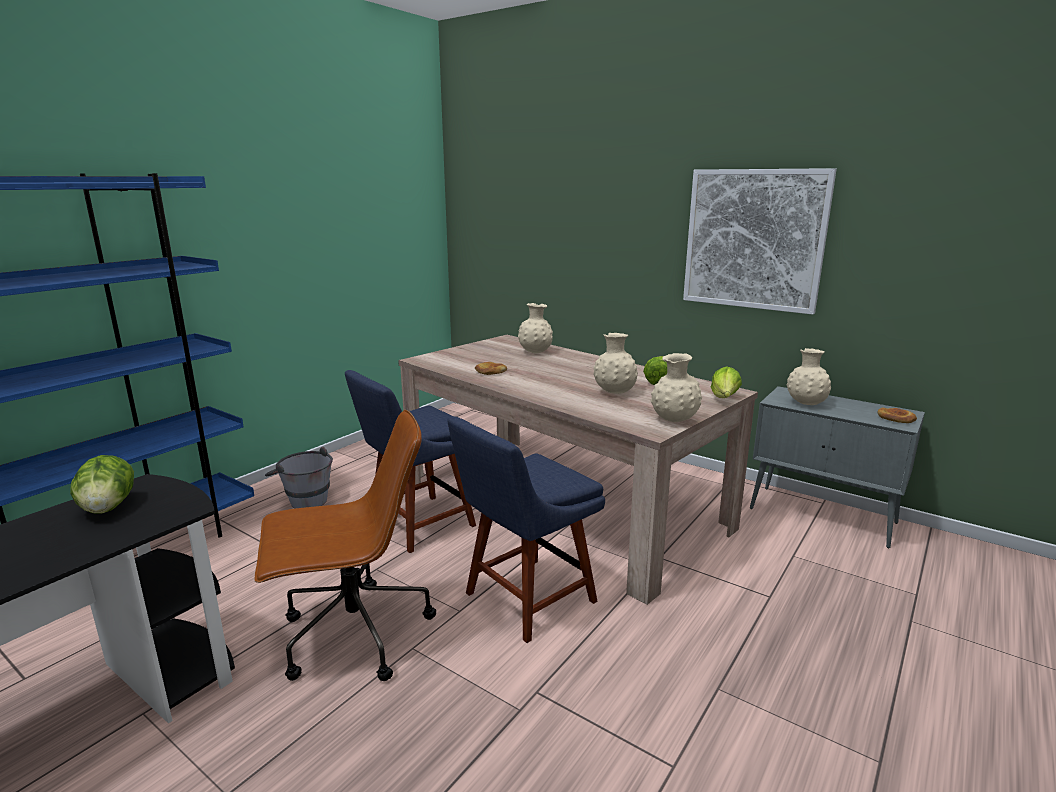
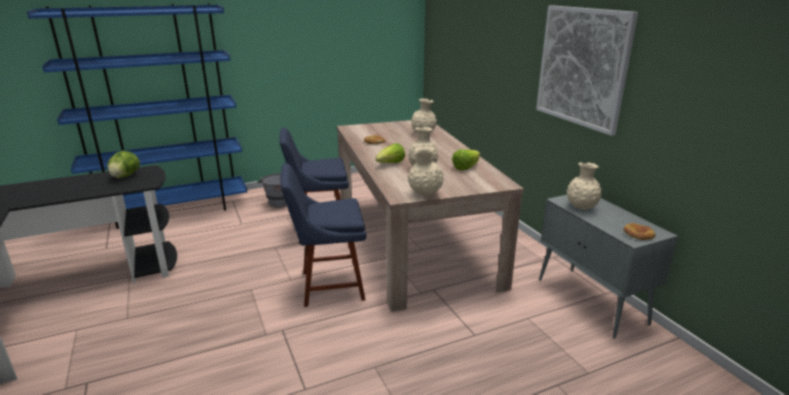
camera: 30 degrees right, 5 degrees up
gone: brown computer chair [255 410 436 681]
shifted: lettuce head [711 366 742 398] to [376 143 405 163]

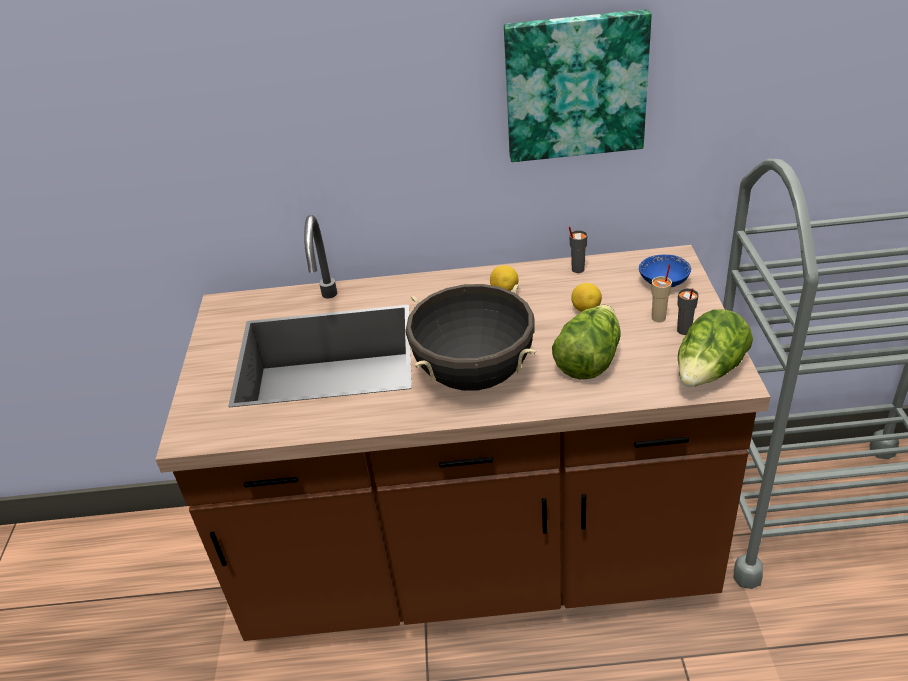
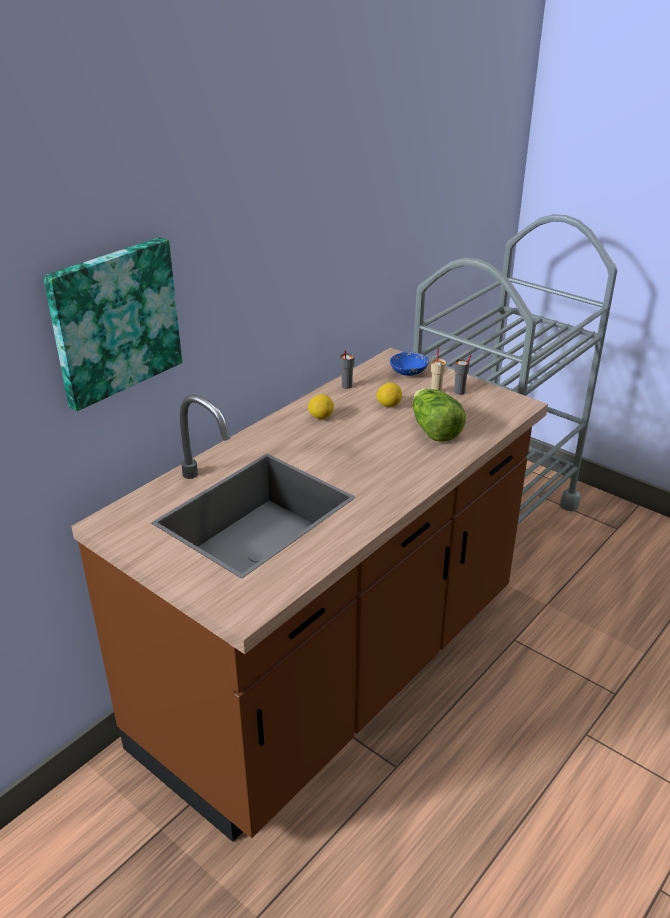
camera: 50 degrees left, 5 degrees down
gone: blackish saucepot [406 284 536 391]; lettuce head [678 310 753 387]
shifted: wall picture [504 9 652 162] to [43 237 182 411]

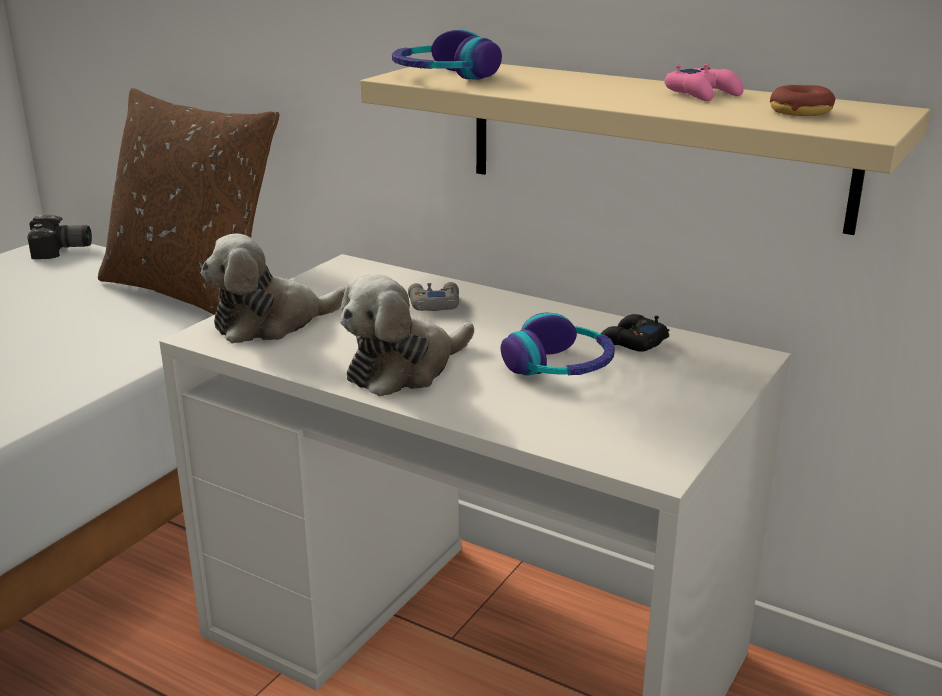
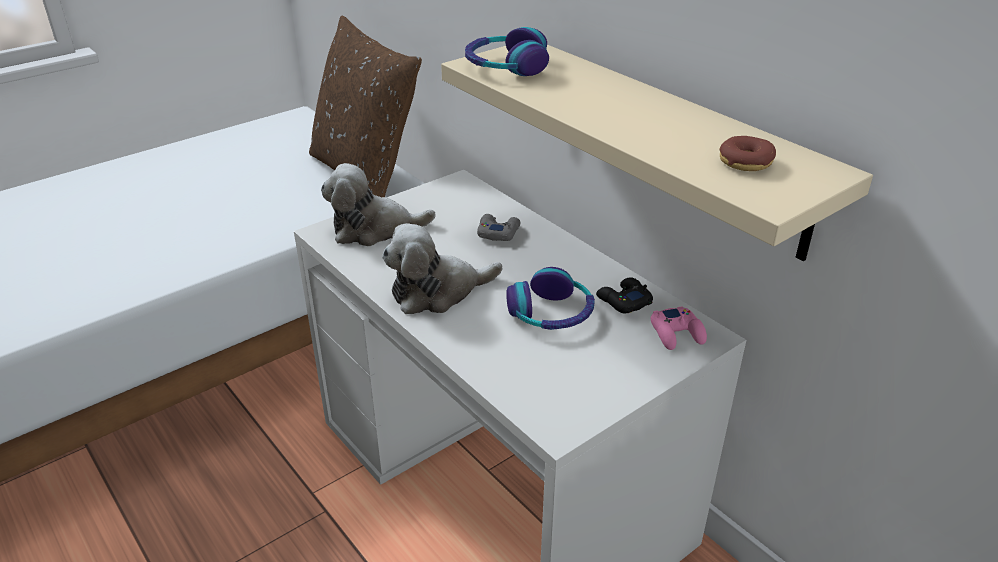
camera: 20 degrees right, 10 degrees up
gone: still camera [28 215 92 259]
shifted: pink game controller [665 64 744 101] to [651 307 707 350]

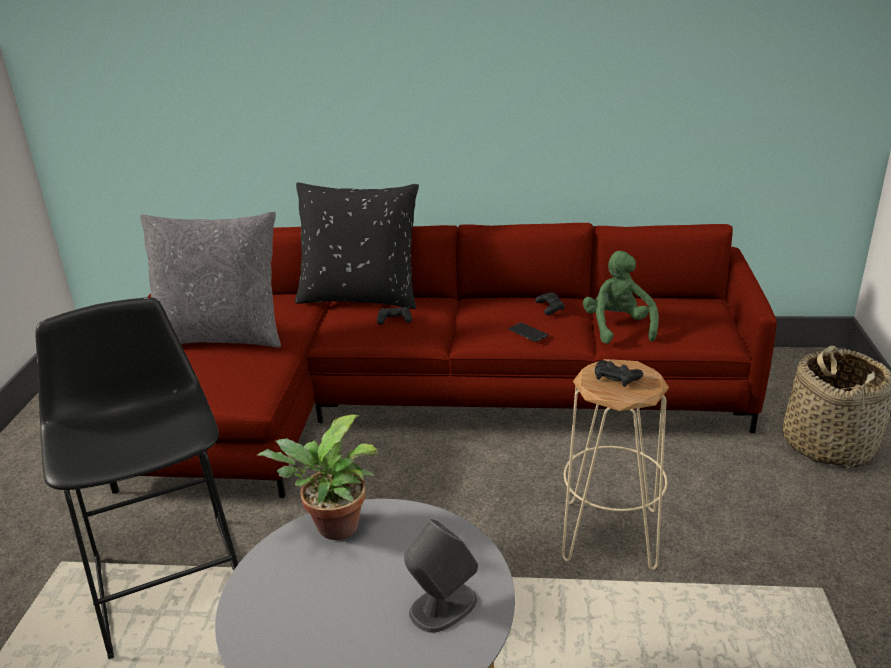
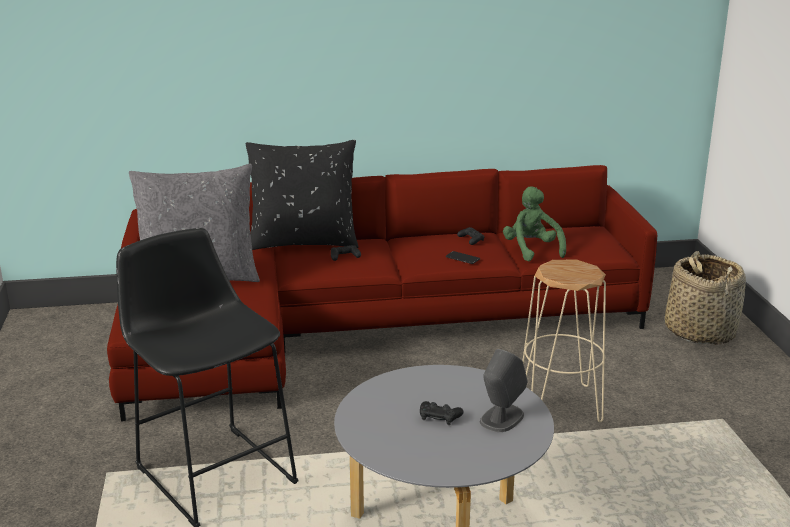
camera: 15 degrees left, 5 degrees down
gone: plant in a pot [257 414 379 540]
shifted: blackish game controller [595 360 643 387] to [420 401 464 425]

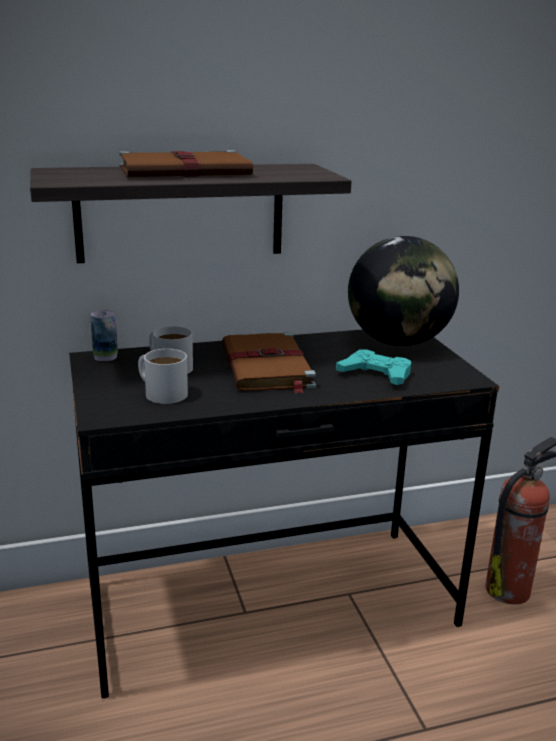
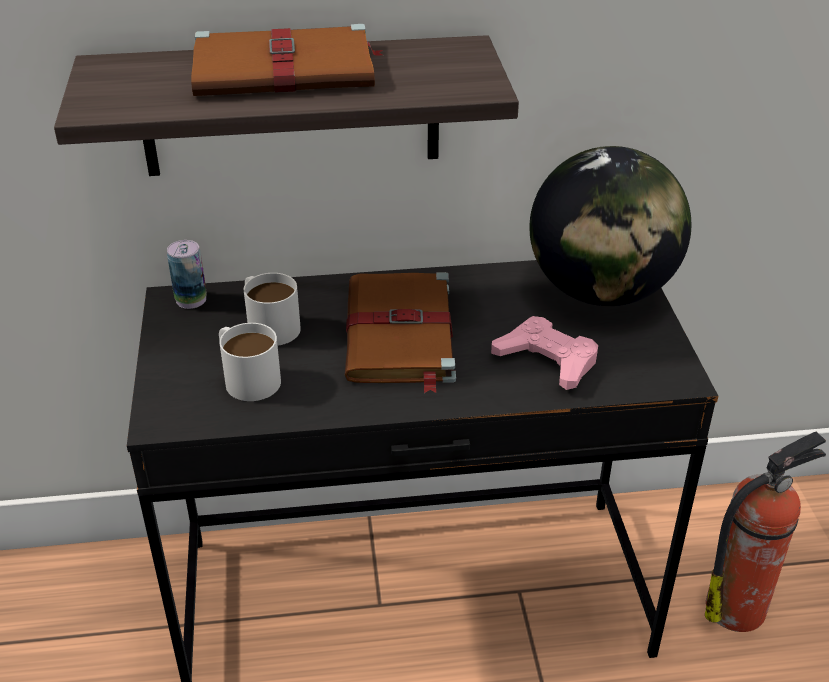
camera: 10 degrees right, 15 degrees up
repainted: turquoise-coloured game controller [336 349 411 385] to pink game controller [491 316 598 390]

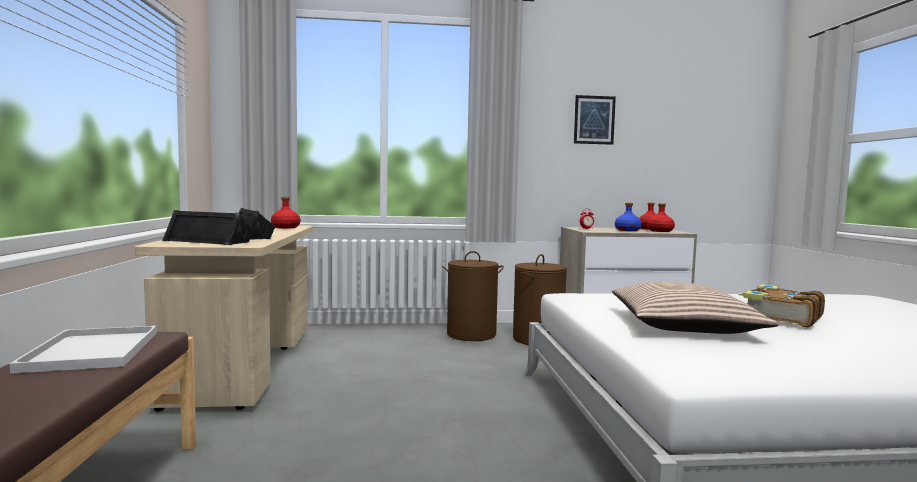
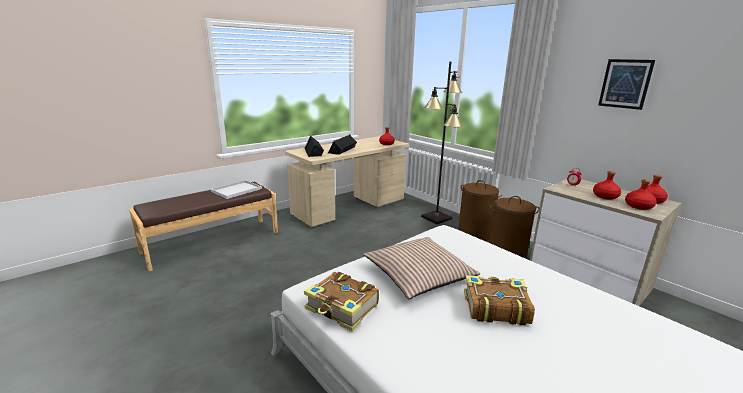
camera: 55 degrees right, 15 degrees up
new: bound book [304 272 379 331]; blackish standard lamp [421 61 463 225]
repainted: blue bottle [615 203 642 231] to reddish bottle [593 171 621 200]

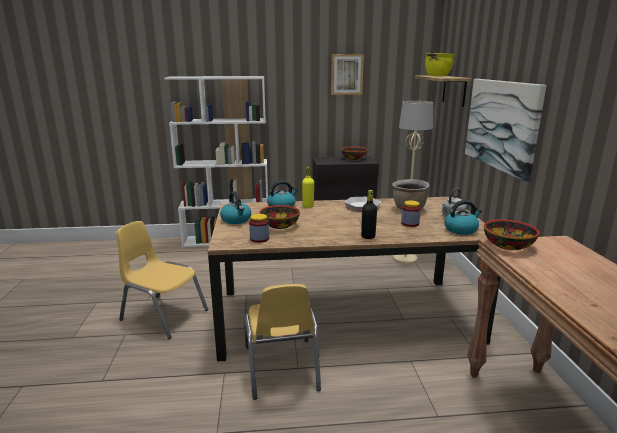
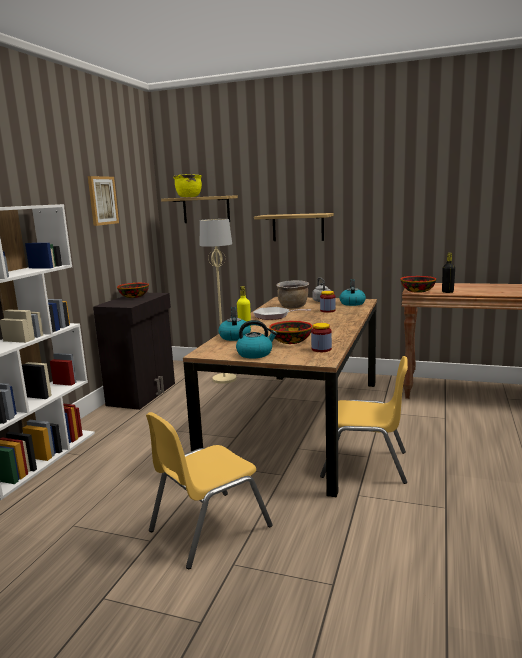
camera: 65 degrees left, 5 degrees down
shifted: blackish bottle [361 190 377 239] to [442 253 455 293]
swapped: wall picture [465 79 547 182] to bracket shelf [254 213 334 241]

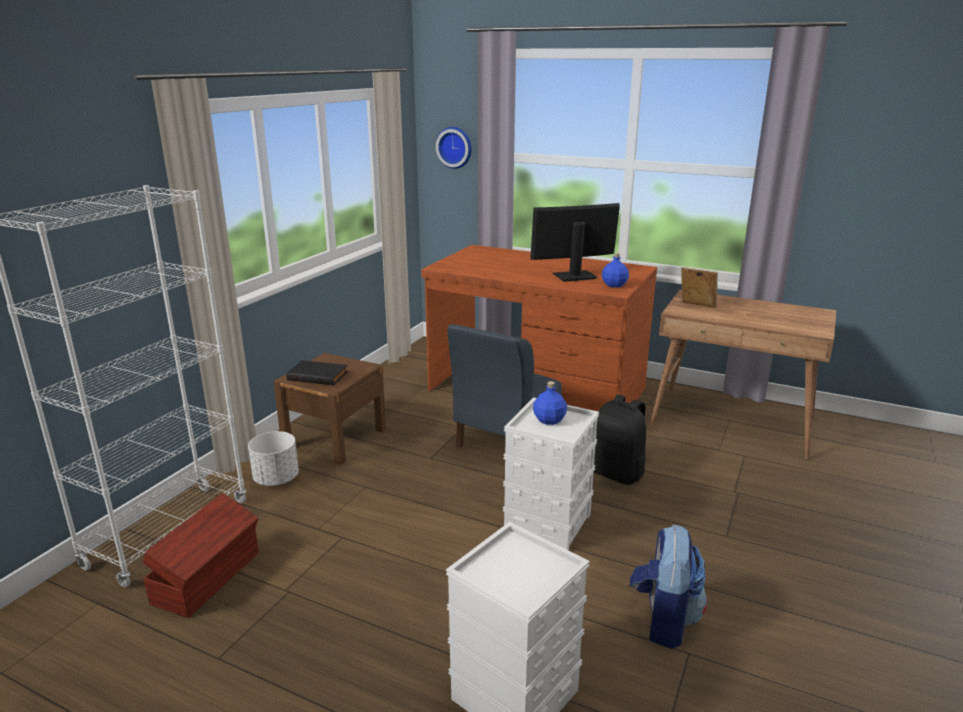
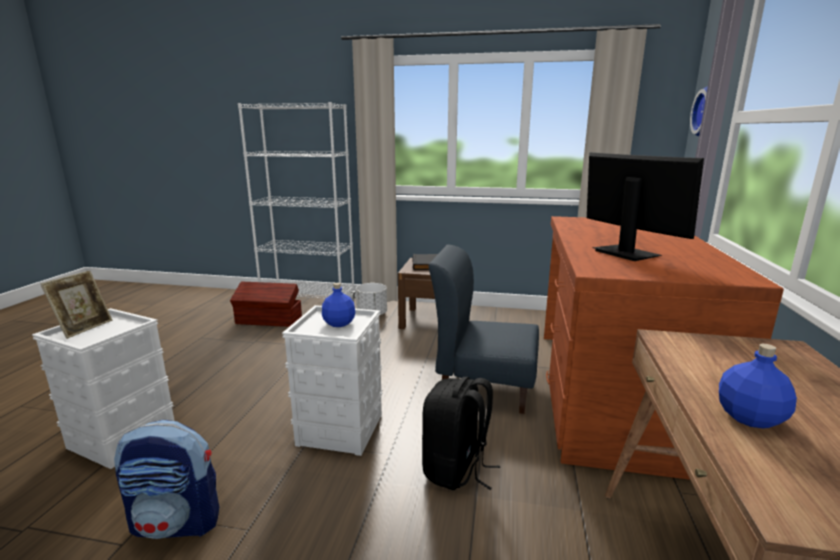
camera: 75 degrees right, 5 degrees down
shifted: picture frame [681 267 718 308] to [40 271 112 339]; blue bottle [602 253 629 288] to [719 344 797 429]

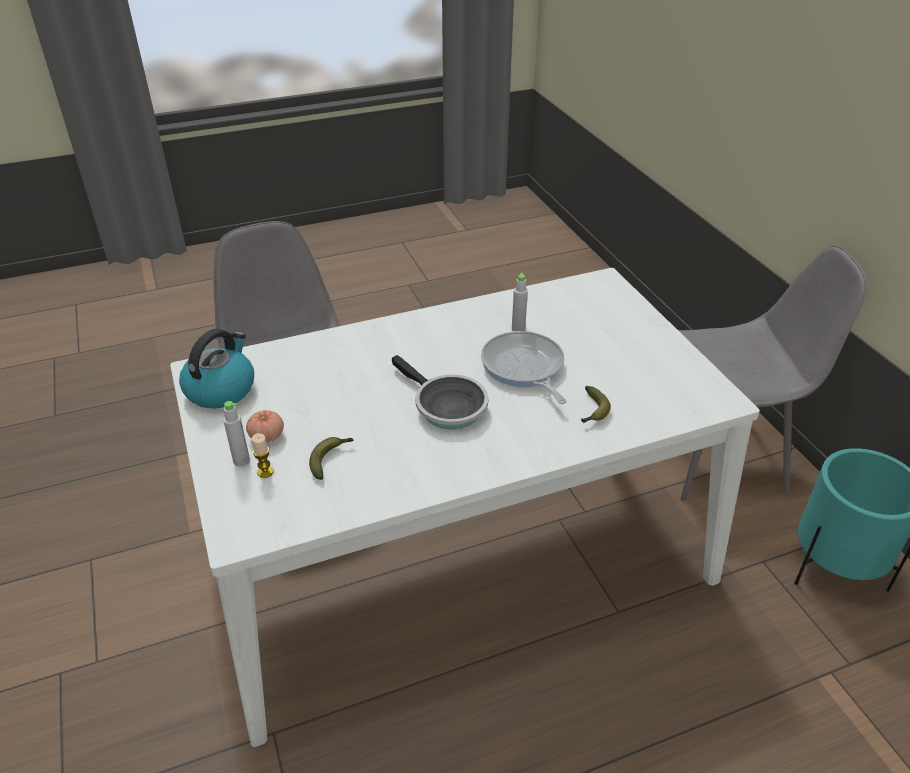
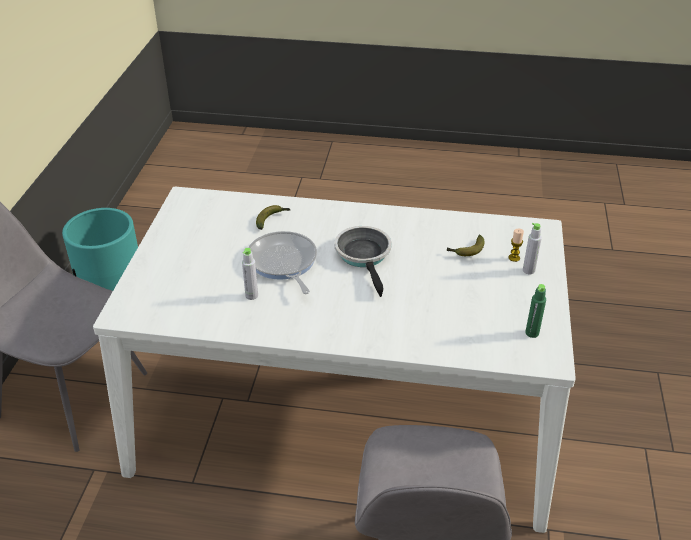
camera: 150 degrees left, 0 degrees up
gone: whole tomato [246 410 284 443]
swapped: tea kettle [179 329 254 408] to greenish bottle [525 284 546 338]
rotated: pan [481 331 566 404] = [248 231 317 294] 150 degrees clockwise

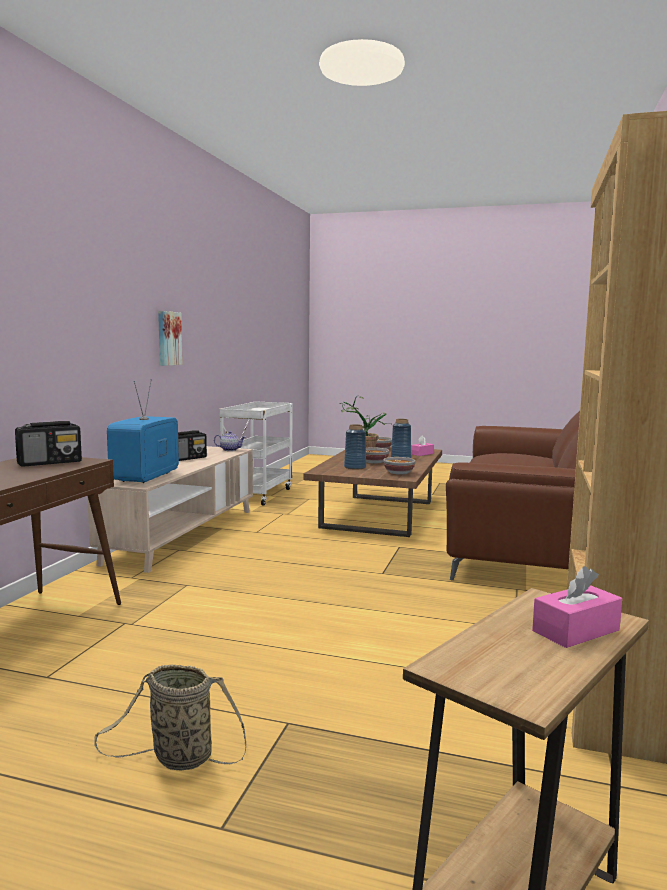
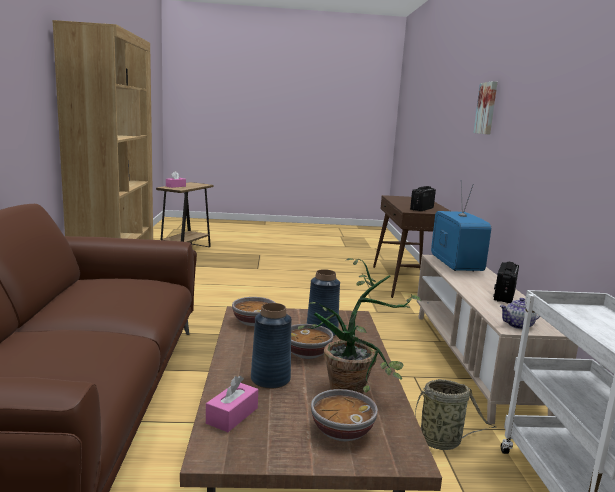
camera: 160 degrees right, 5 degrees up
shifted: household basket [94 664 246 770] to [415 379 497 450]; wall picture [158 311 183 366] to [474 81 497 134]

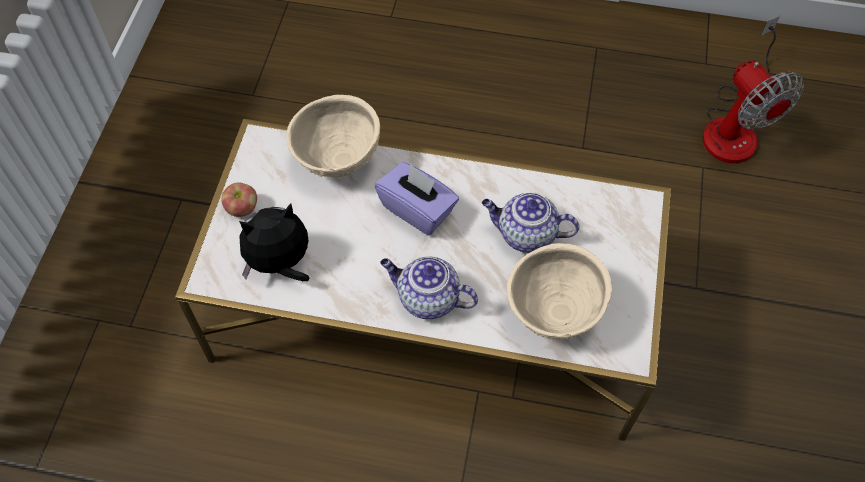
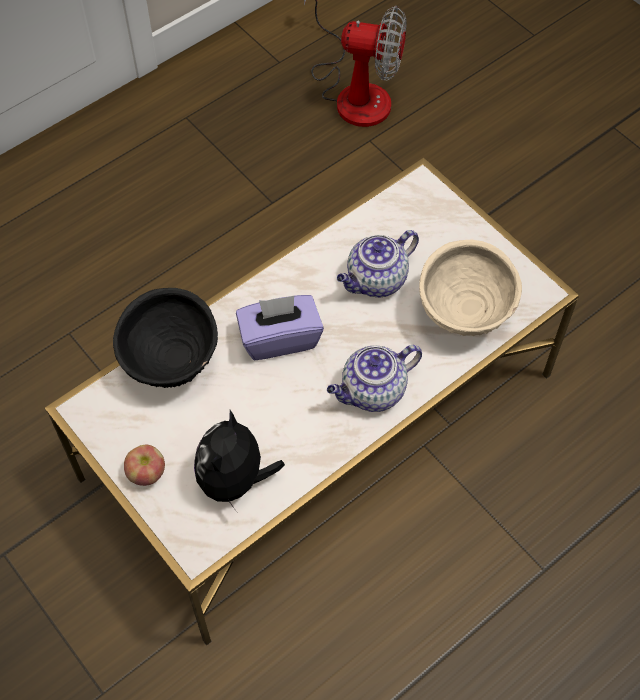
camera: 50 degrees left, 0 degrees up
repainted: beige-coloured bowl [286 95 380 178] to blackish bowl [113 288 218 388]

